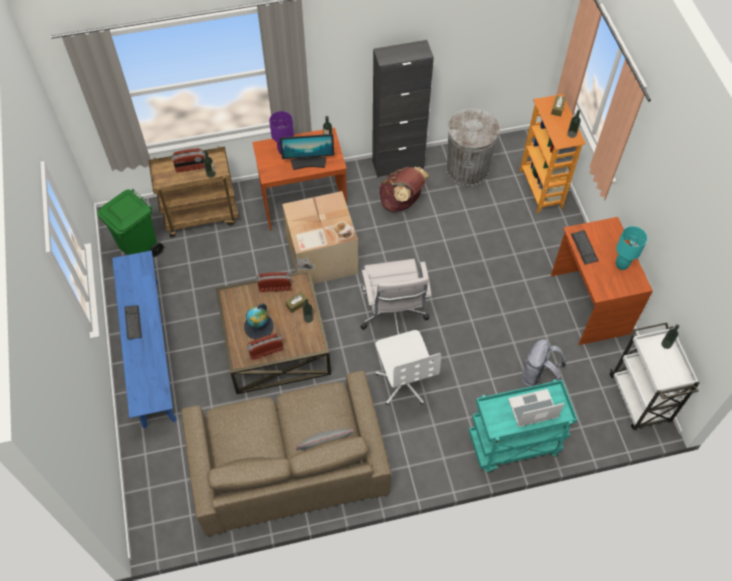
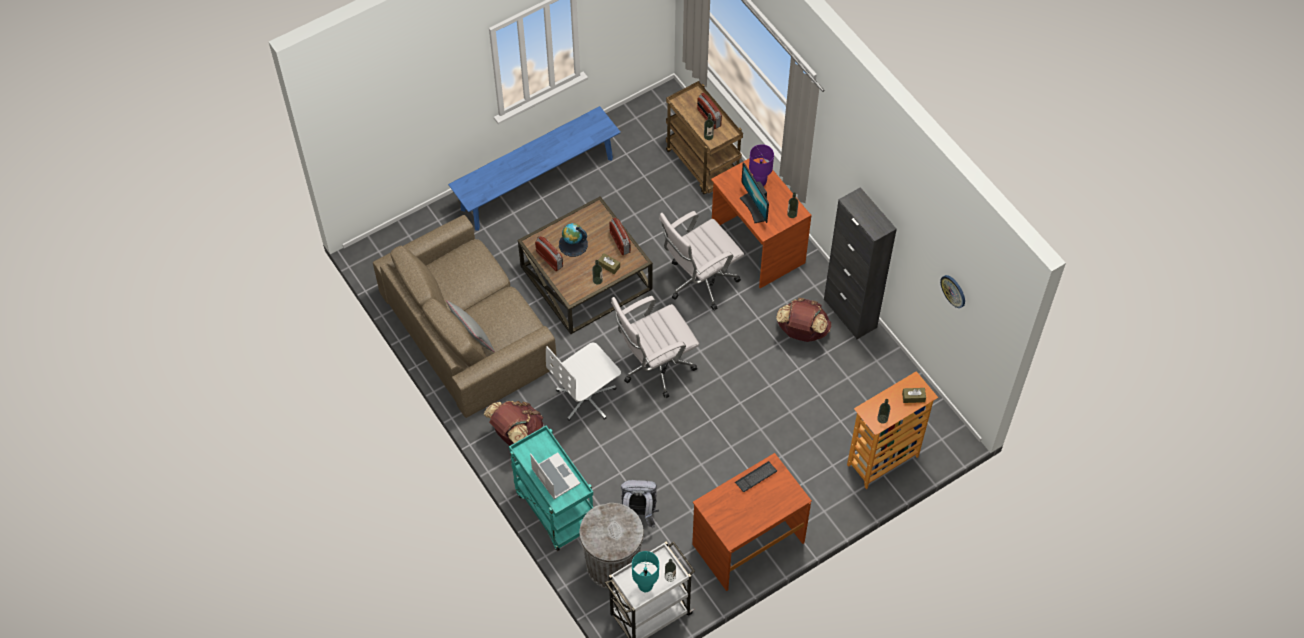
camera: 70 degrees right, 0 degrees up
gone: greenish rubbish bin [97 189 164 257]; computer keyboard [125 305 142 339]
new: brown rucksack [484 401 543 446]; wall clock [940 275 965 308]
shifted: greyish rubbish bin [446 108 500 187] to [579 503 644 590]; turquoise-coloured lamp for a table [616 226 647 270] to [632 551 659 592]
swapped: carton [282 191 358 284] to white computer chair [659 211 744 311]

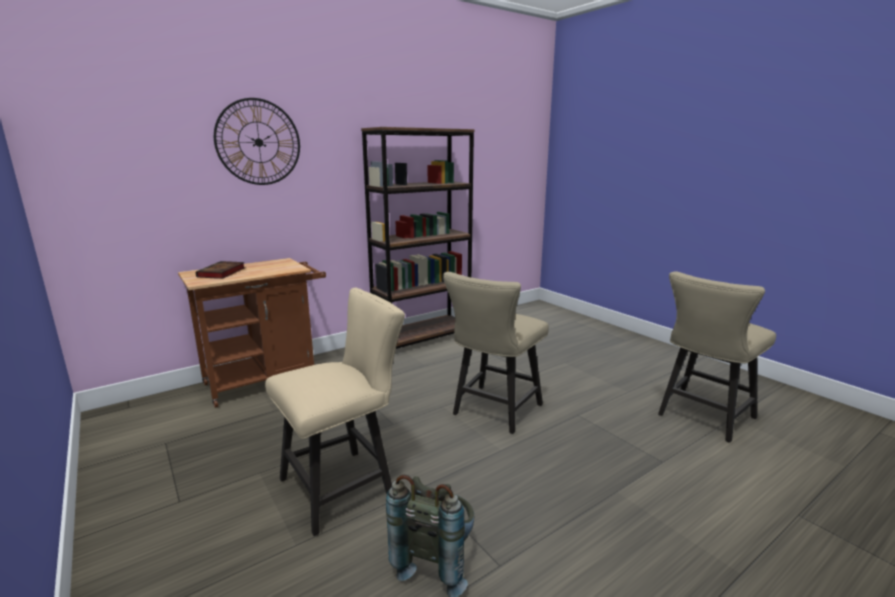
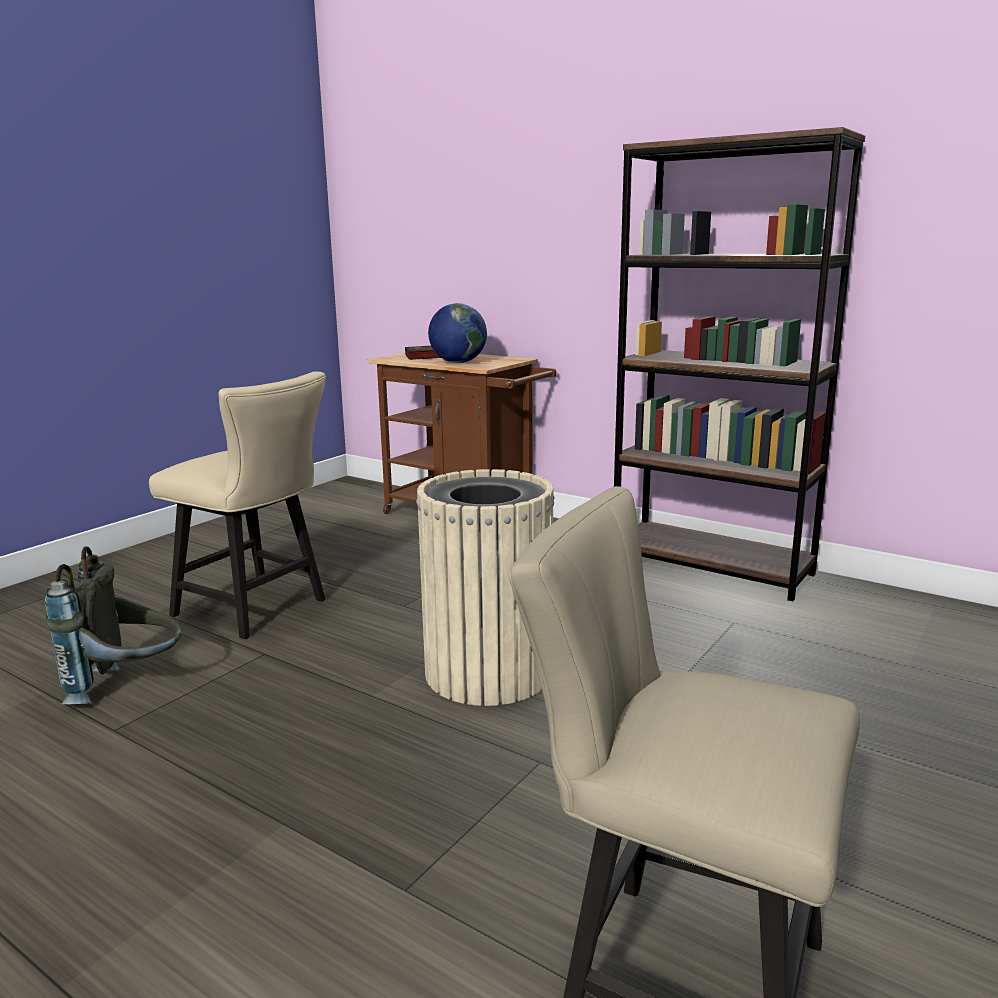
camera: 70 degrees right, 0 degrees up
gone: wall clock [214 98 300 185]
new: globe [428 303 487 363]
swapped: beige-coloured chair [443 272 549 434] to beige-coloured rubbish bin [416 469 554 706]

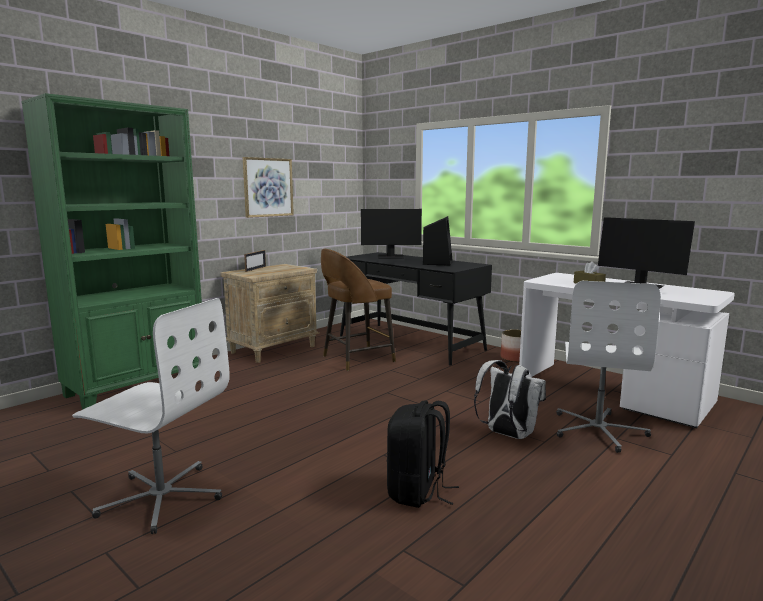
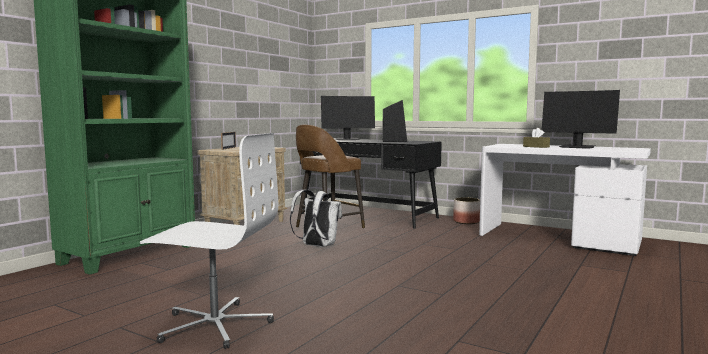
camera: 10 degrees left, 5 degrees down
gone: wall picture [243 157 294 218]; blackish rucksack [387 401 459 508]; white computer chair [556 281 661 453]
shifted: white rucksack [474 360 546 439] to [290 190 342 247]

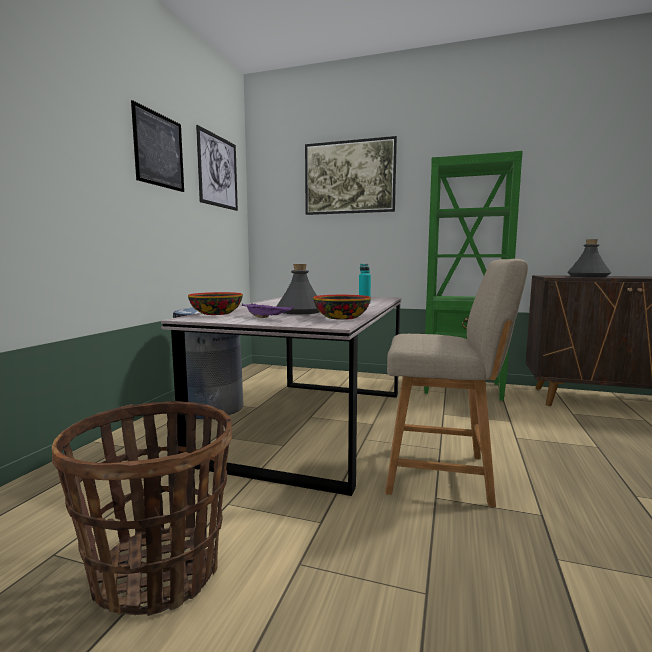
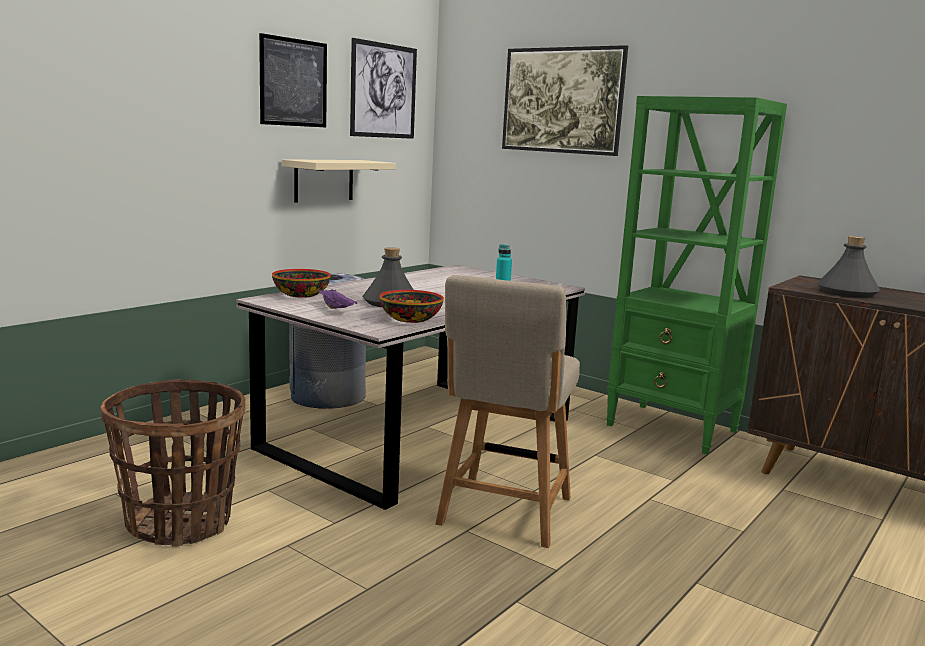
camera: 20 degrees right, 5 degrees up
new: beige-coloured bracket shelf [282 159 396 203]
rotated: beige-coloured chair [385 259 528 507] = [435 275 580 548] 75 degrees clockwise

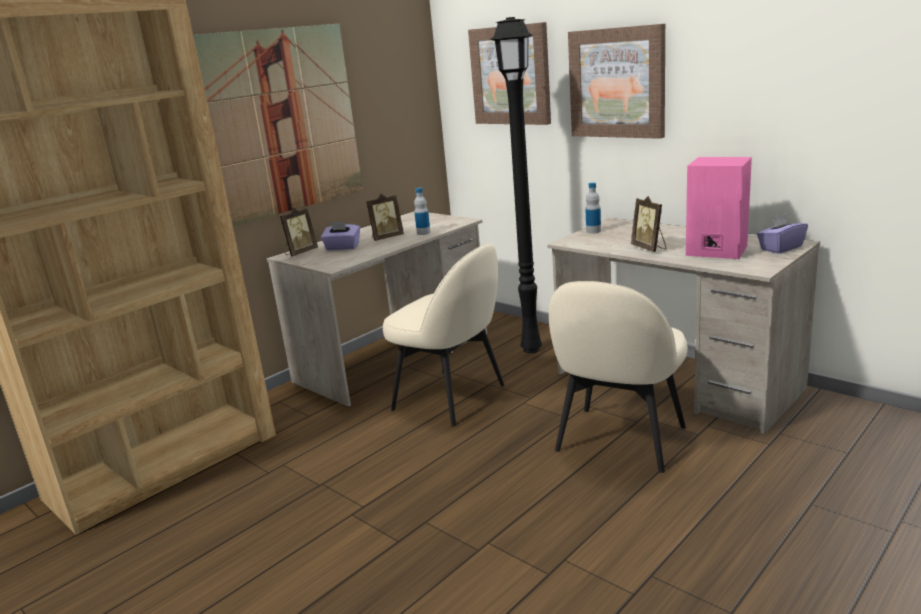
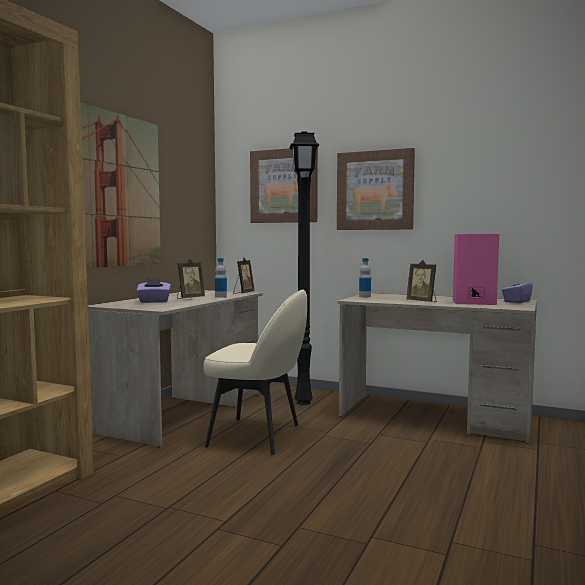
camera: 20 degrees left, 15 degrees down
gone: beige-coloured chair [549 281 688 473]
shifted: picture frame [280 207 318 257] to [233 258 255 294]

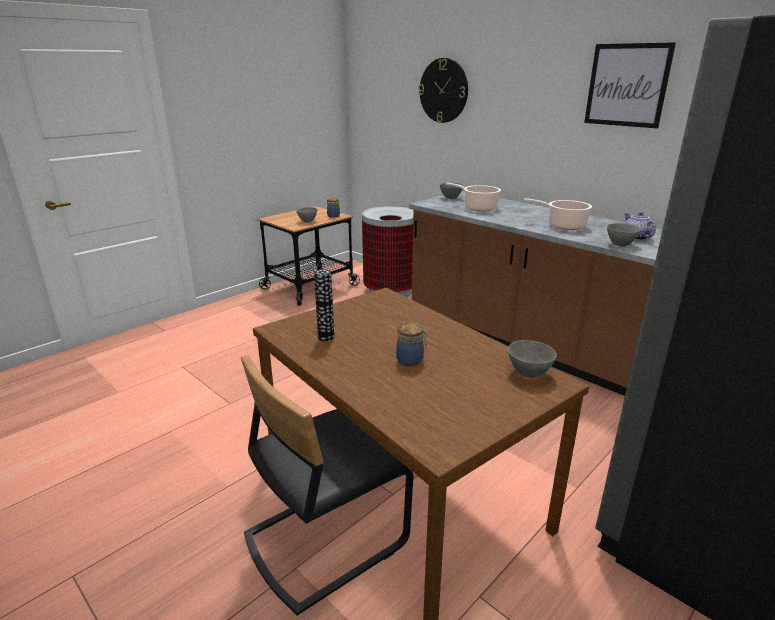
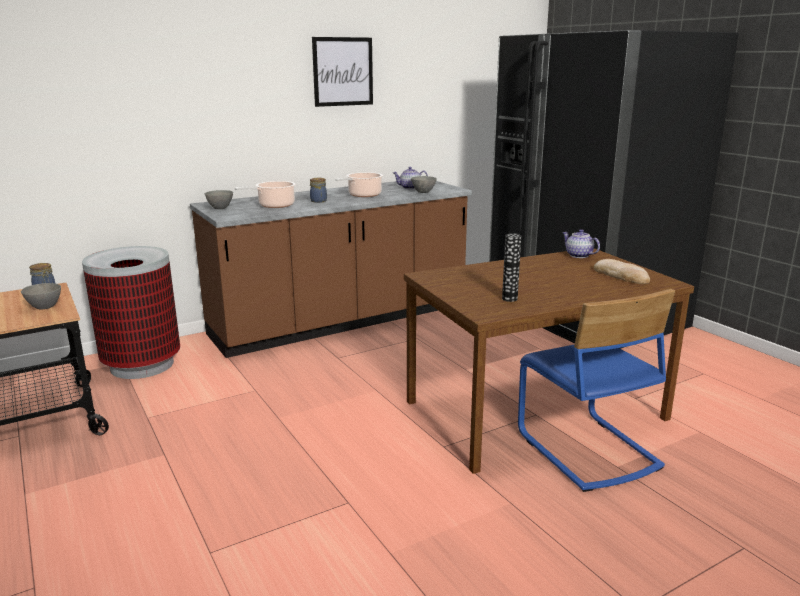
camera: 75 degrees left, 5 degrees down
gone: wall clock [419 58 468 123]
new: bakery bread [594 259 650 284]
shifted: preserve jar [396 323 427 366] to [310 178 327 203]
swapped: greyish bowl [508 340 557 378] to pot for tea [562 229 600 258]
repainted: blackish chair [241 355 413 616] to blue chair [518 289 675 492]

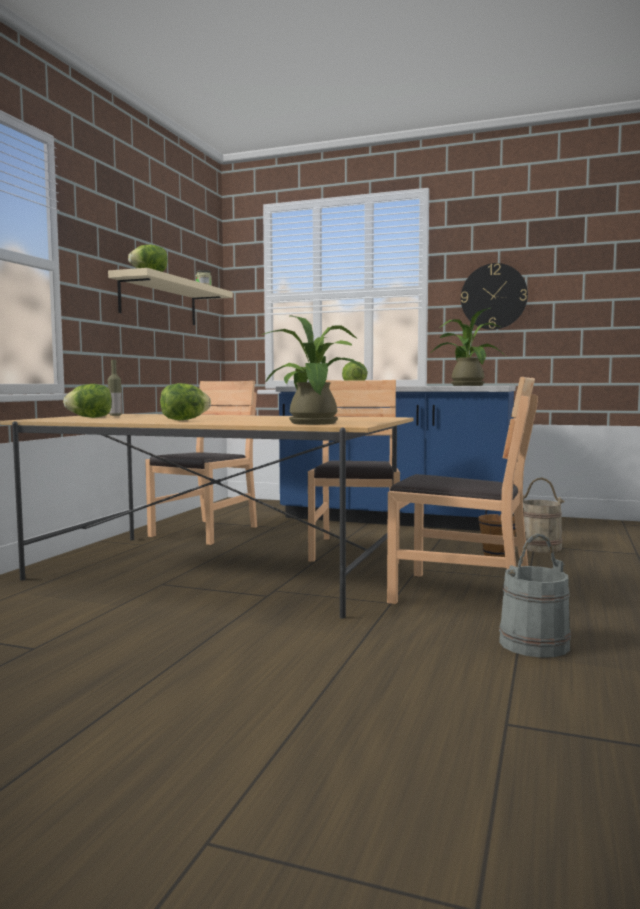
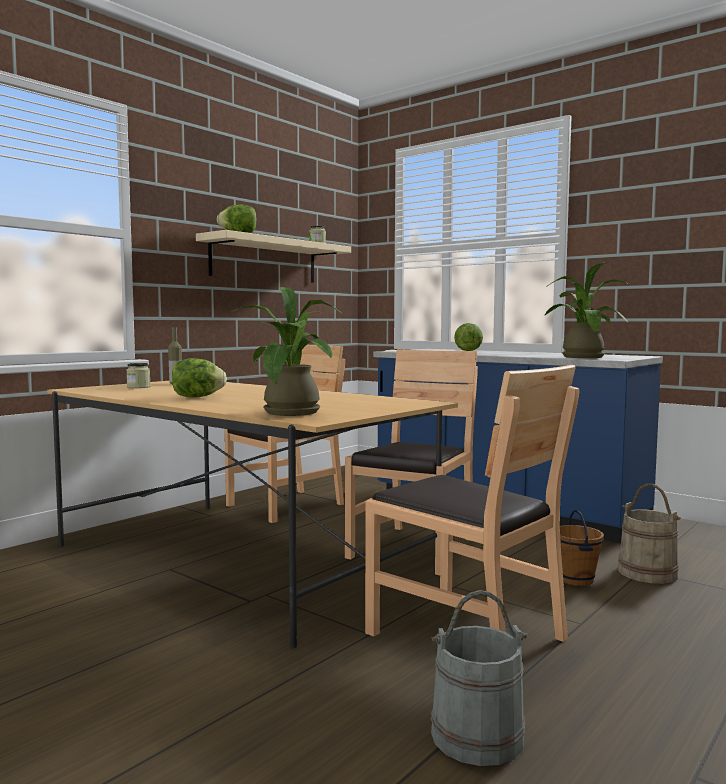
camera: 20 degrees right, 0 degrees up
gone: wall clock [461 263 528 330]
swapped: lettuce head [63 384 112 418] to preserve jar [126 363 151 388]

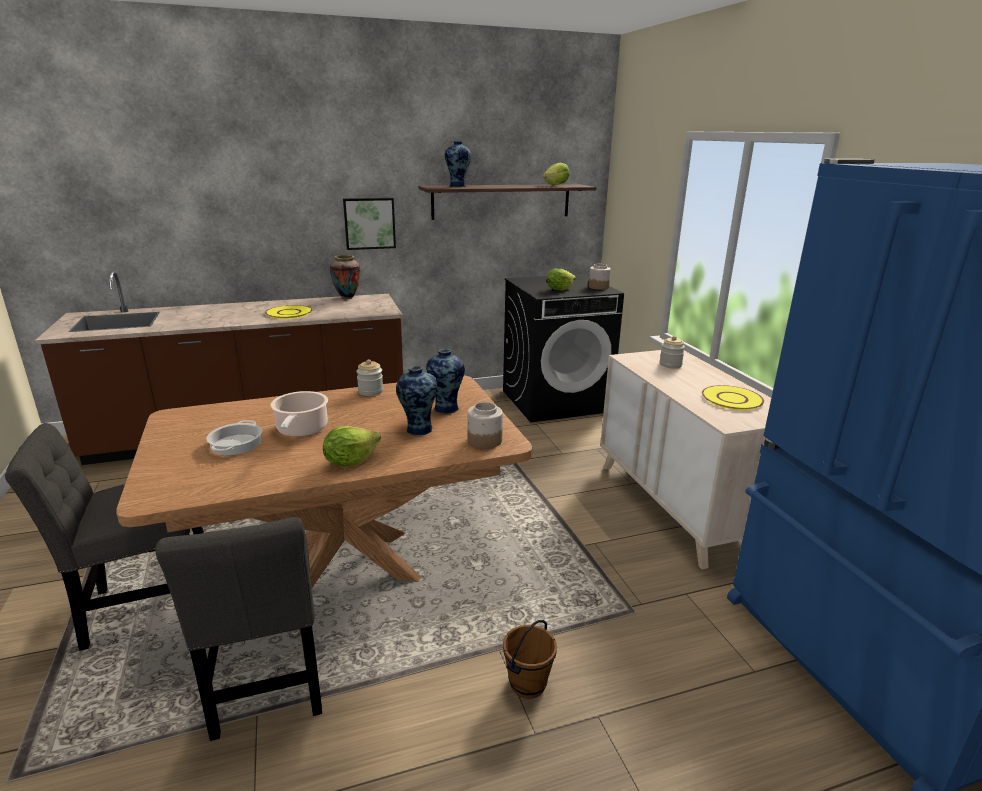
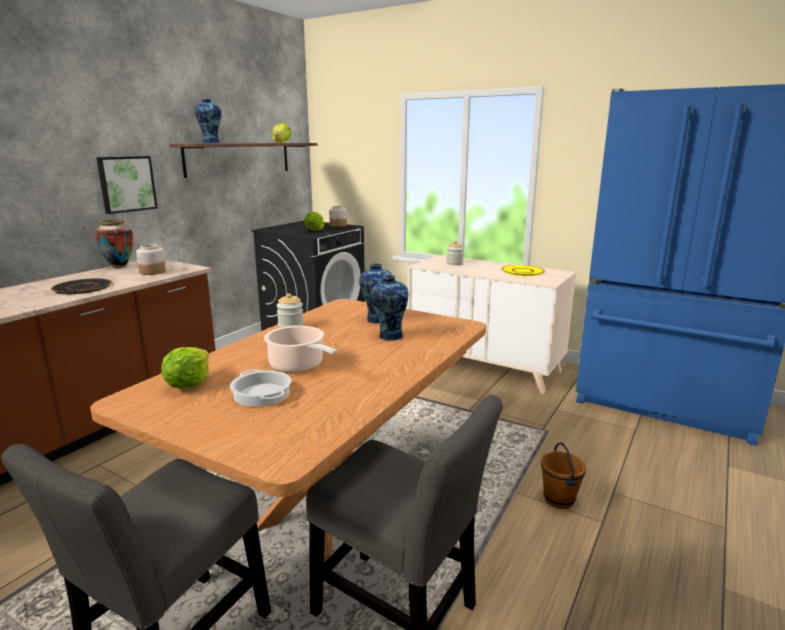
camera: 40 degrees left, 5 degrees down
shifted: preserve jar [467 402 503 449] to [136 244 166 275]; lettuce head [323 426 381 466] to [161 347 209 389]
repainted: yellow-coloured dinner plate [265 305 312 319] to blackish dinner plate [51 278 112 294]

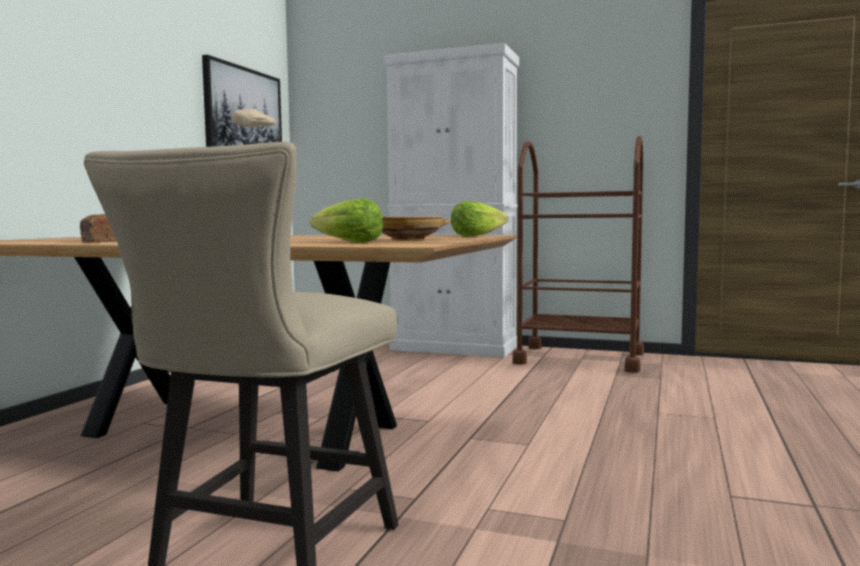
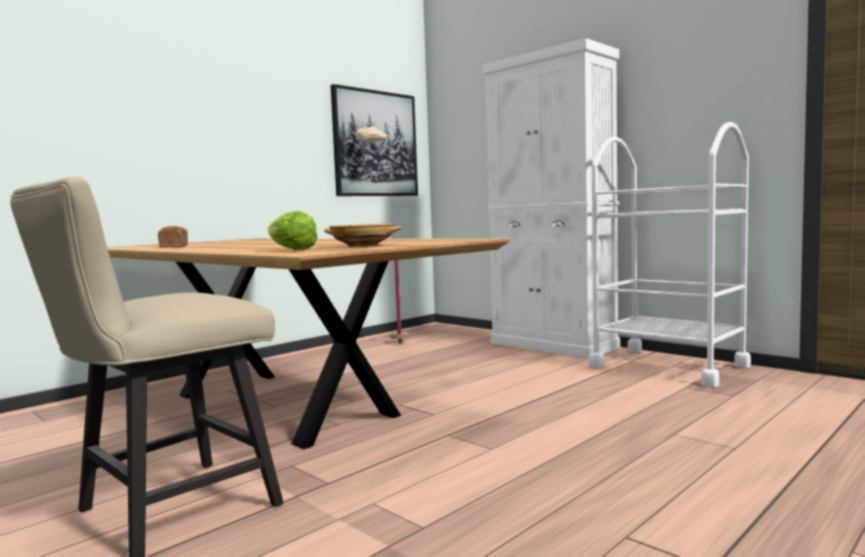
camera: 25 degrees right, 0 degrees up
gone: lettuce head [451 201 508 236]
repainted: brown wheeled cart [512 136 644 373] to white wheeled cart [588 122 751 387]

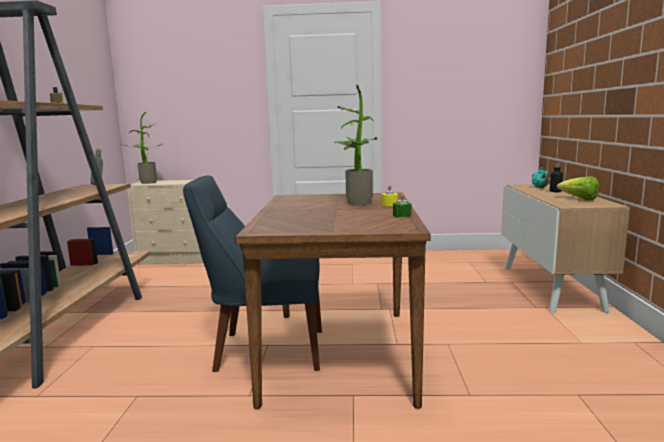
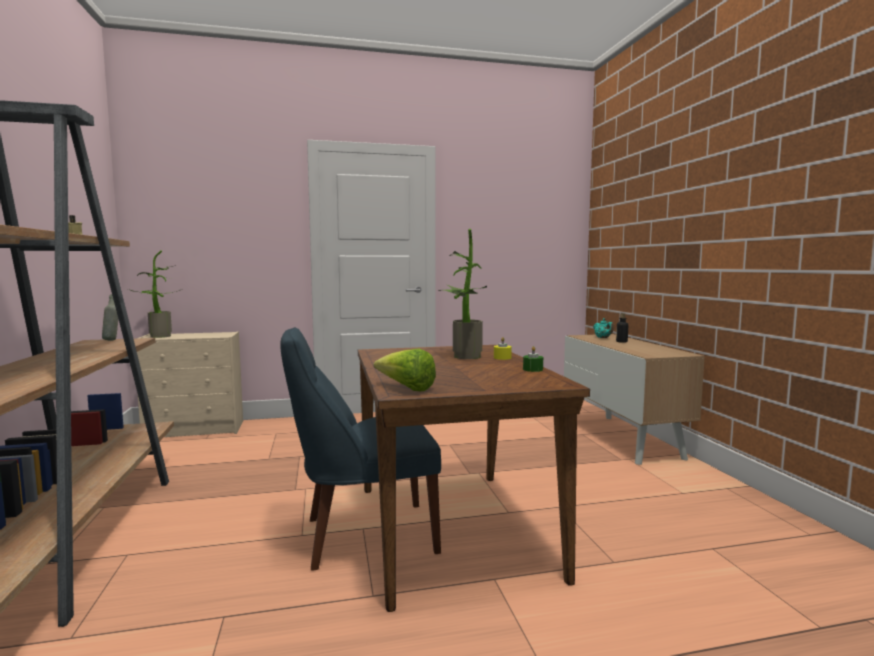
camera: 15 degrees left, 5 degrees down
shifted: lettuce head [557 176 599 200] to [374 348 436 391]

